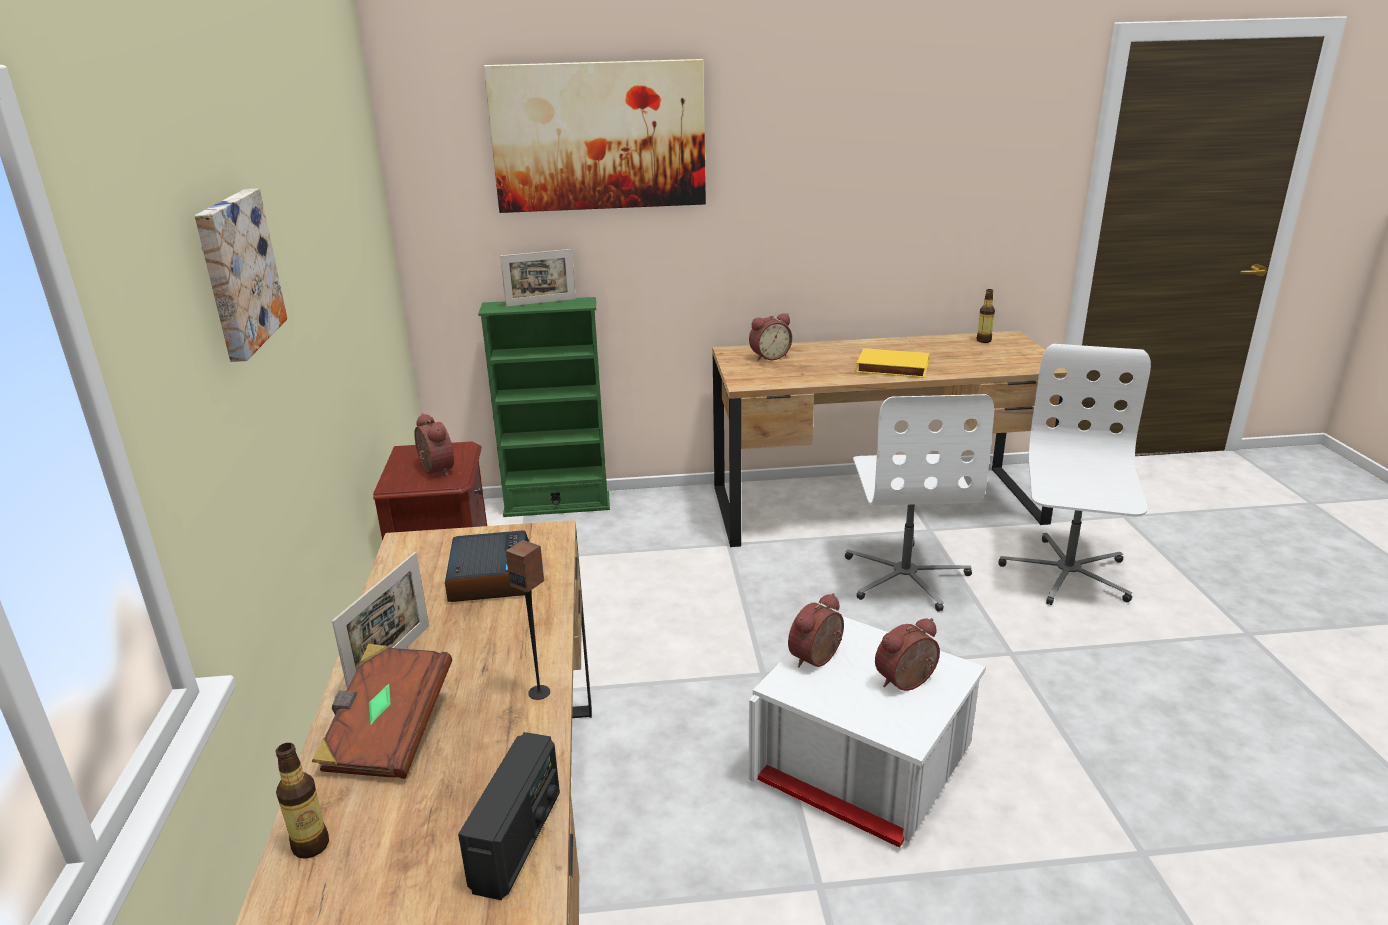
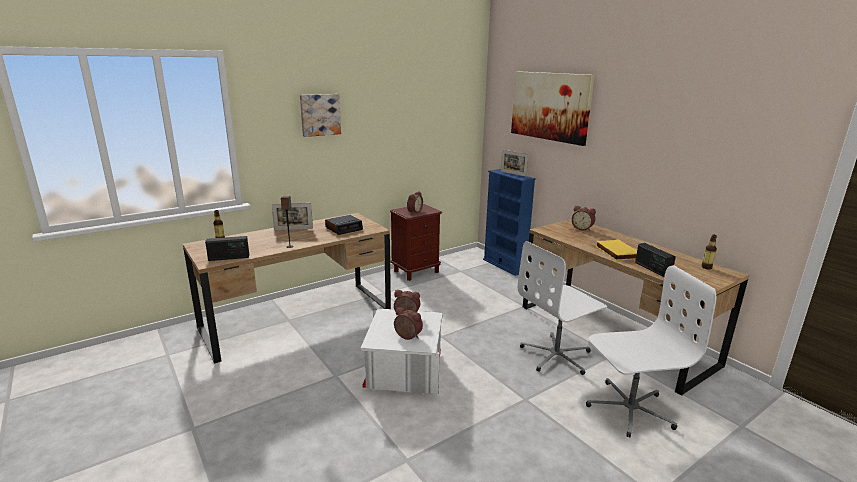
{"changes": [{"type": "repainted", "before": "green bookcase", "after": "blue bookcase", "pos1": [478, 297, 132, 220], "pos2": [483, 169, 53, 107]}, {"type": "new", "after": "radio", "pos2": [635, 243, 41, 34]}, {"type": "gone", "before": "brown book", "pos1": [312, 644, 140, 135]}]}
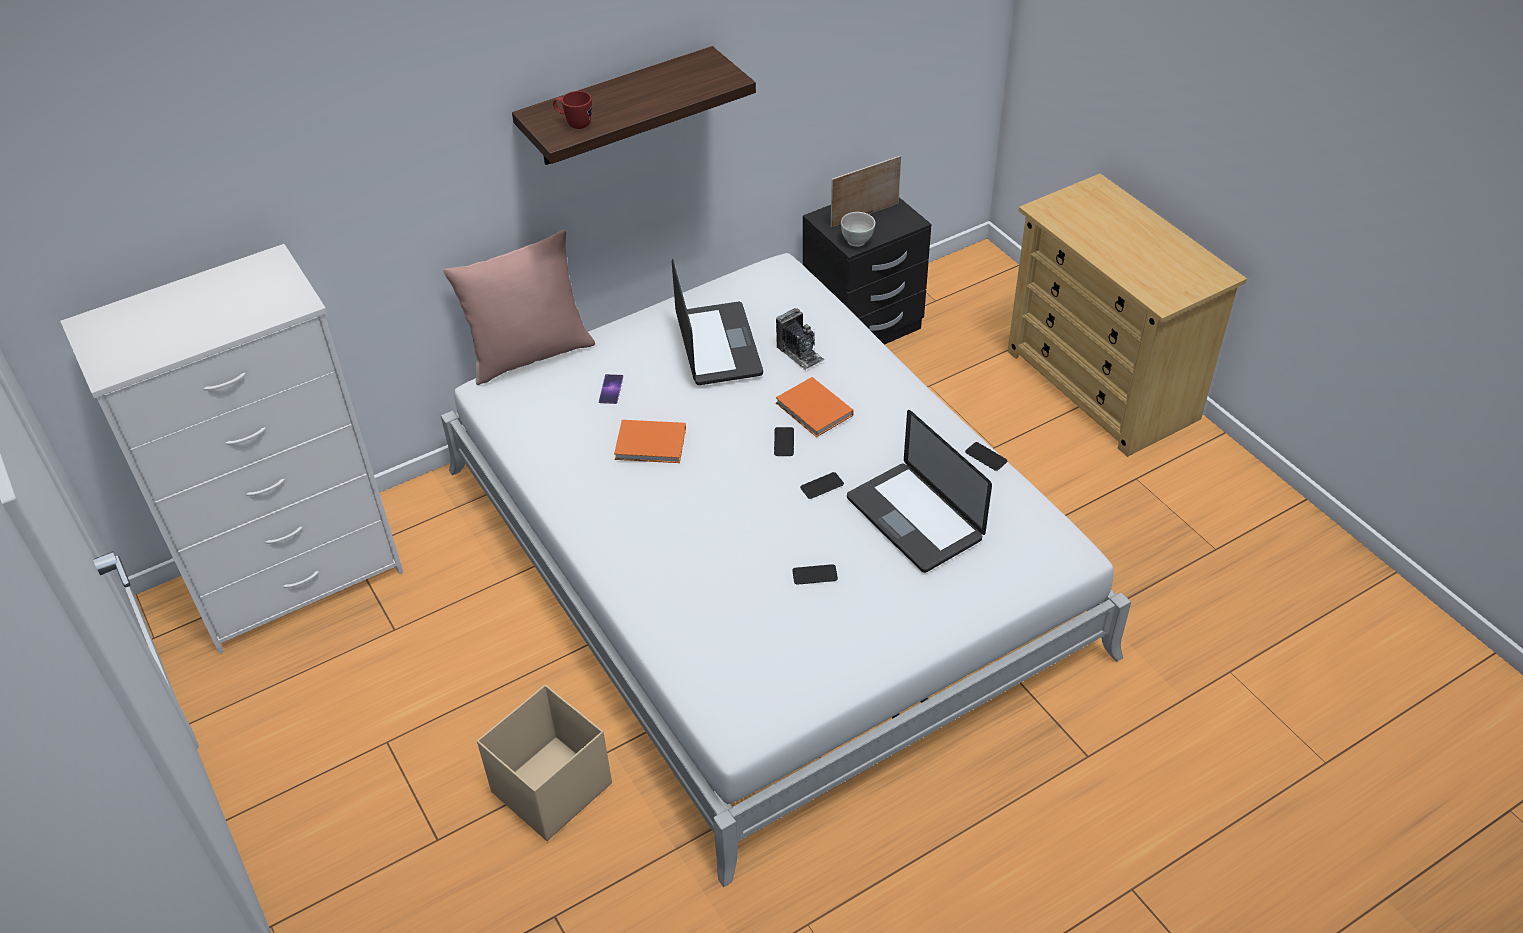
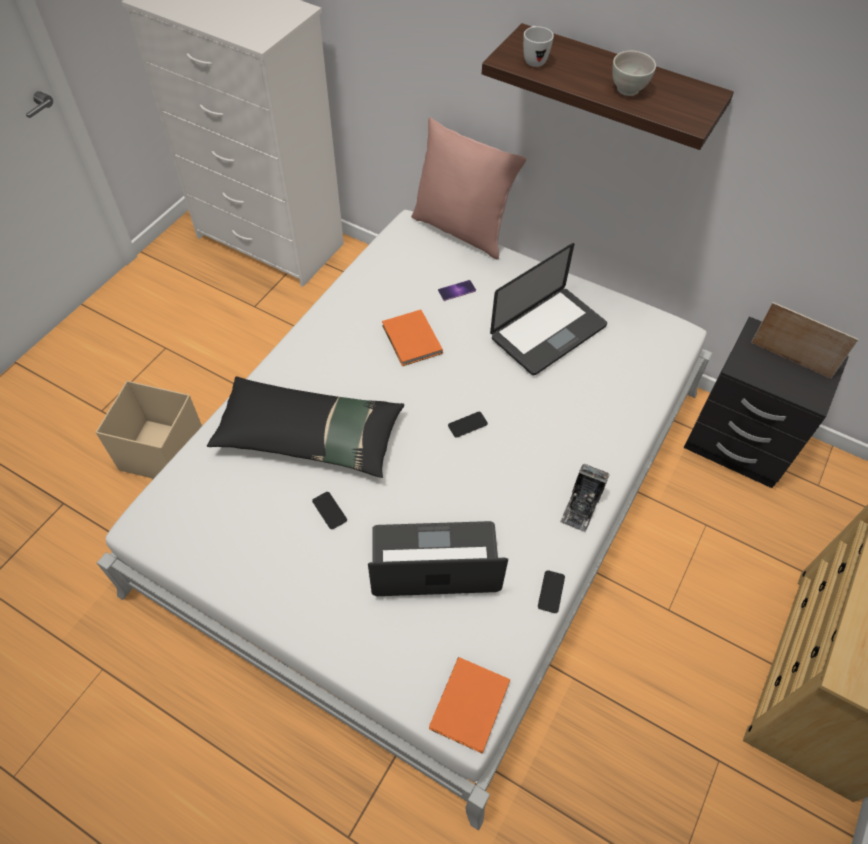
{"changes": [{"type": "new", "after": "black pillow", "pos2": [207, 376, 197, 102]}, {"type": "rotated", "before": "laptop", "pos1": [847, 410, 145, 163], "pos2": [368, 521, 140, 75], "turn": 60}, {"type": "shifted", "before": "orange book", "pos1": [776, 377, 78, 60], "pos2": [429, 657, 81, 96]}, {"type": "repainted", "before": "red mug", "after": "white mug", "pos1": [553, 91, 39, 38], "pos2": [523, 26, 31, 41]}, {"type": "shifted", "before": "photo camera", "pos1": [776, 308, 48, 62], "pos2": [560, 464, 49, 68]}, {"type": "shifted", "before": "white bowl", "pos1": [841, 212, 34, 35], "pos2": [612, 51, 44, 45]}, {"type": "gone", "before": "phone", "pos1": [800, 472, 44, 27]}]}
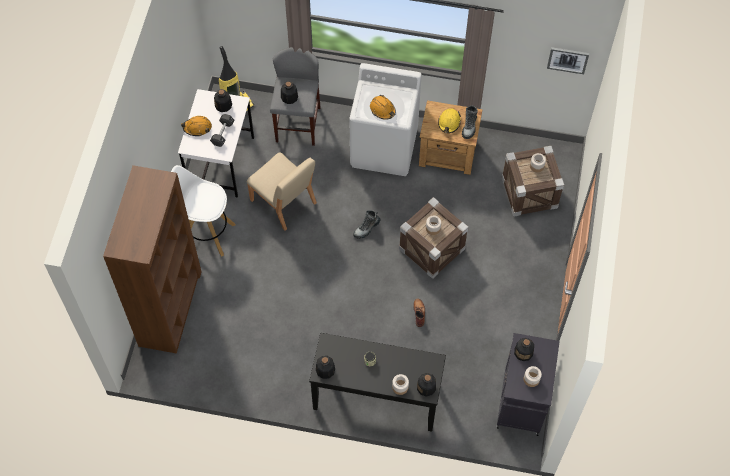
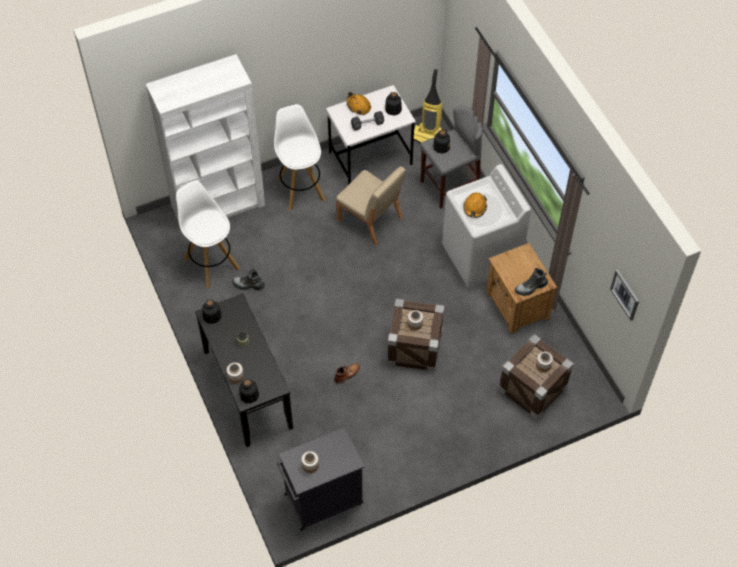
{"changes": [{"type": "repainted", "before": "brown bookcase", "after": "white bookcase", "pos1": [103, 165, 99, 189], "pos2": [146, 54, 119, 165]}, {"type": "new", "after": "white stool", "pos2": [176, 181, 63, 107]}, {"type": "shifted", "before": "boot", "pos1": [353, 210, 27, 29], "pos2": [232, 269, 33, 21]}, {"type": "rotated", "before": "beige chair", "pos1": [247, 153, 70, 78], "pos2": [336, 166, 70, 80], "turn": -60}, {"type": "gone", "before": "yellow hard hat", "pos1": [438, 108, 23, 25]}, {"type": "gone", "before": "bottle", "pos1": [514, 338, 20, 23]}]}
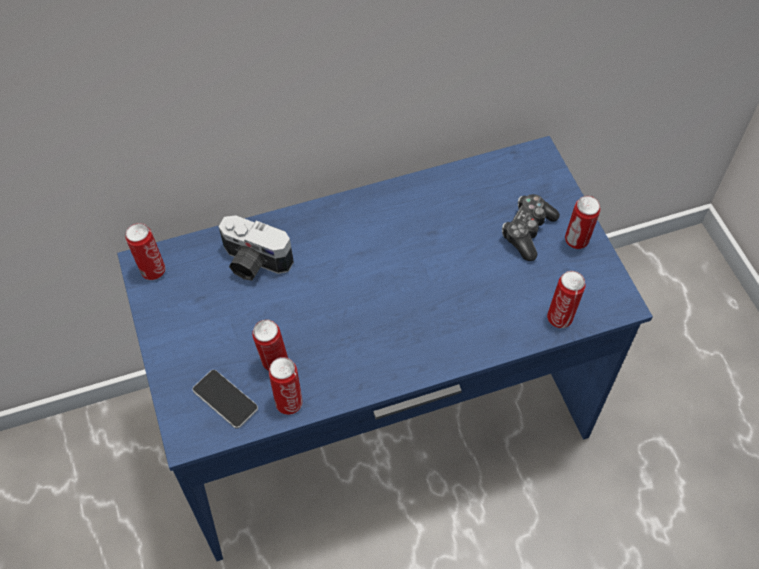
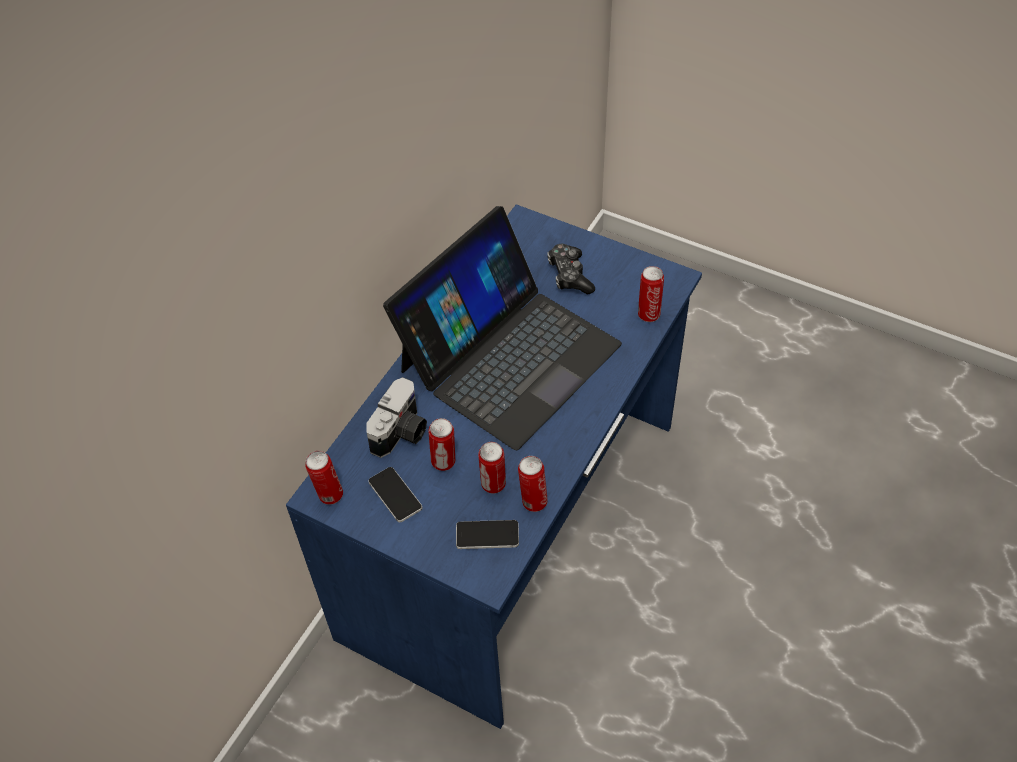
{"changes": [{"type": "rotated", "before": "photo camera", "pos1": [218, 215, 76, 66], "pos2": [366, 377, 61, 81], "turn": -45}, {"type": "new", "after": "phone", "pos2": [369, 467, 53, 55]}, {"type": "new", "after": "laptop", "pos2": [383, 206, 239, 245]}, {"type": "shifted", "before": "can", "pos1": [565, 196, 35, 53], "pos2": [429, 418, 26, 53]}]}
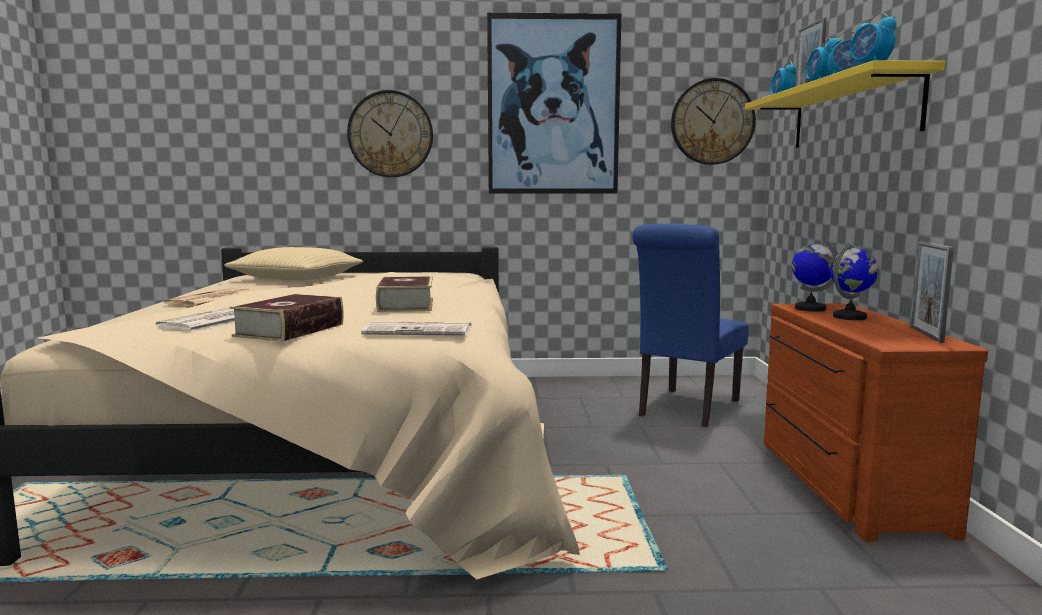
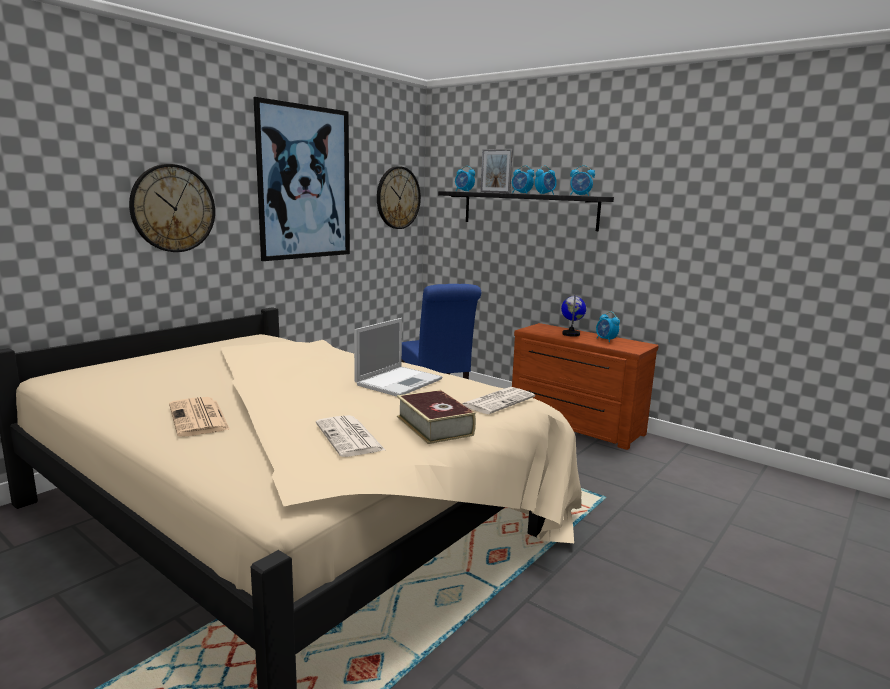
{"changes": [{"type": "swapped", "before": "book", "after": "laptop", "pos1": [376, 276, 57, 36], "pos2": [354, 318, 88, 78]}, {"type": "repainted", "before": "yellow shelf", "after": "black shelf", "pos1": [745, 60, 200, 88], "pos2": [438, 191, 176, 40]}, {"type": "new", "after": "alarm clock", "pos2": [596, 312, 24, 30]}, {"type": "gone", "before": "beige pillow", "pos1": [224, 247, 139, 33]}, {"type": "gone", "before": "globe", "pos1": [792, 239, 47, 73]}, {"type": "gone", "before": "picture frame", "pos1": [911, 241, 43, 102]}]}
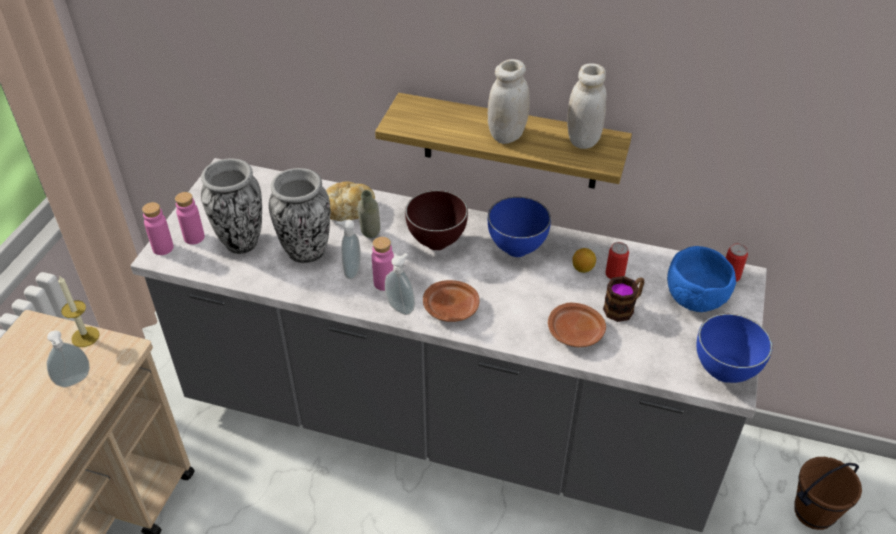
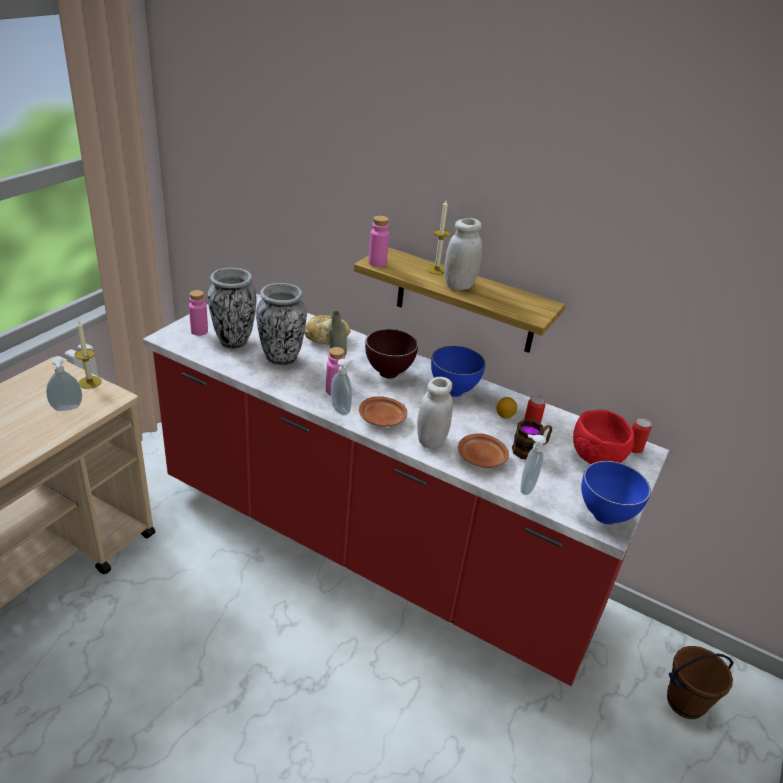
{"changes": [{"type": "repainted", "before": "grey counter", "after": "red counter", "pos1": [130, 158, 637, 374], "pos2": [143, 294, 526, 392]}, {"type": "shifted", "before": "pink bottle", "pos1": [142, 202, 32, 53], "pos2": [369, 216, 20, 51]}, {"type": "shifted", "before": "white jar", "pos1": [567, 63, 40, 86], "pos2": [417, 377, 36, 71]}, {"type": "new", "after": "candle", "pos2": [427, 201, 23, 74]}, {"type": "shifted", "before": "soap dispenser", "pos1": [336, 220, 25, 59], "pos2": [521, 434, 25, 61]}, {"type": "repainted", "before": "blue bowl", "after": "red bowl", "pos1": [667, 246, 69, 66], "pos2": [573, 410, 61, 54]}]}
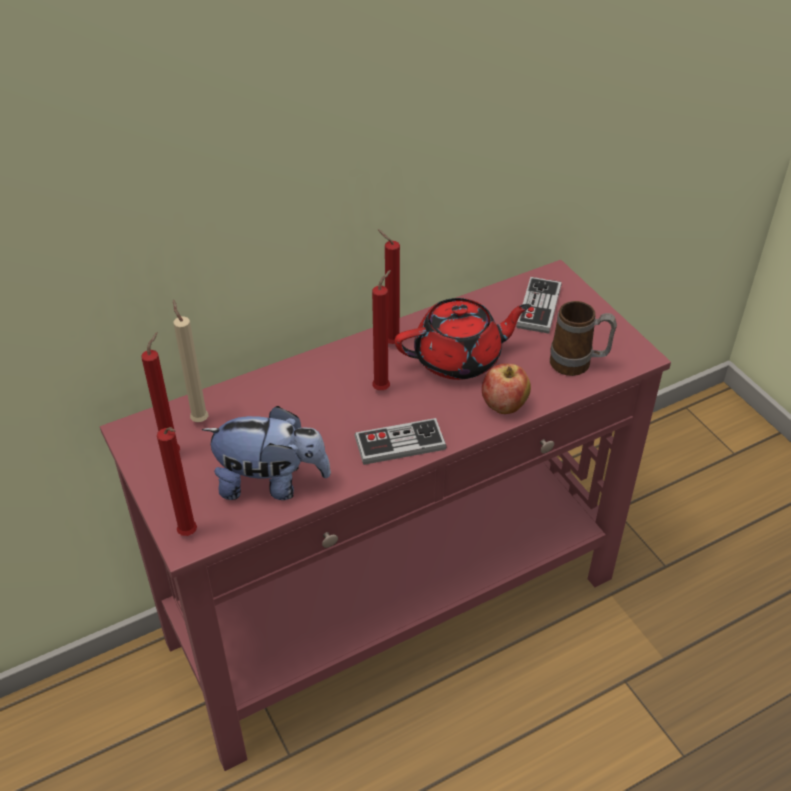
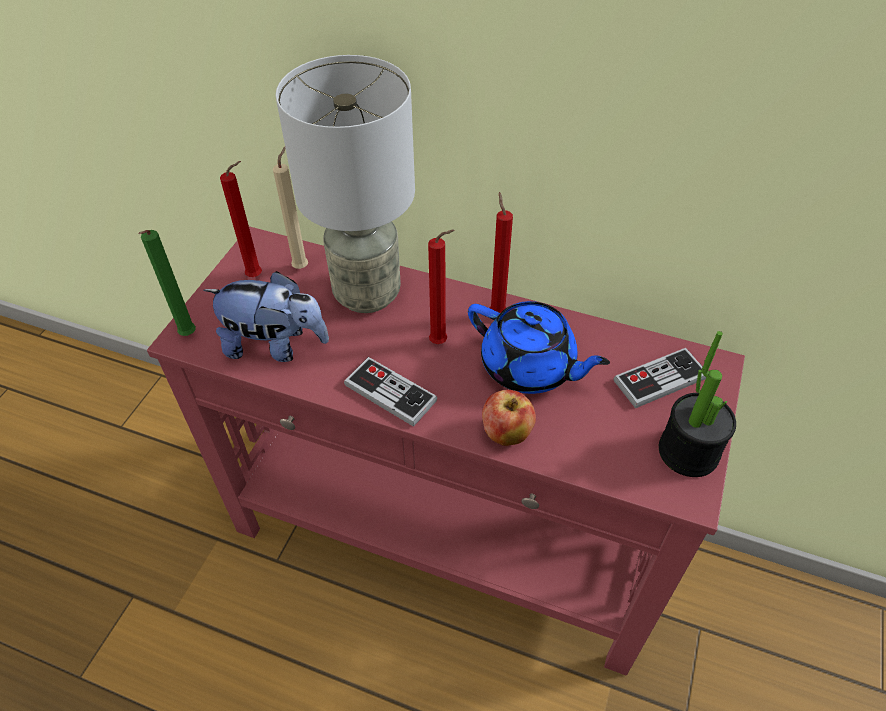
{"changes": [{"type": "repainted", "before": "red candle", "after": "green candle", "pos1": [157, 427, 40, 109], "pos2": [138, 230, 58, 106]}, {"type": "rotated", "before": "plush toy", "pos1": [202, 406, 129, 94], "pos2": [203, 271, 126, 91], "turn": -45}, {"type": "new", "after": "grey table lamp", "pos2": [275, 55, 140, 258]}, {"type": "repainted", "before": "red teapot", "after": "blue teapot", "pos1": [395, 298, 136, 82], "pos2": [468, 301, 142, 93]}, {"type": "new", "after": "potted plant", "pos2": [659, 331, 77, 146]}, {"type": "gone", "before": "mug", "pos1": [550, 301, 67, 75]}]}
